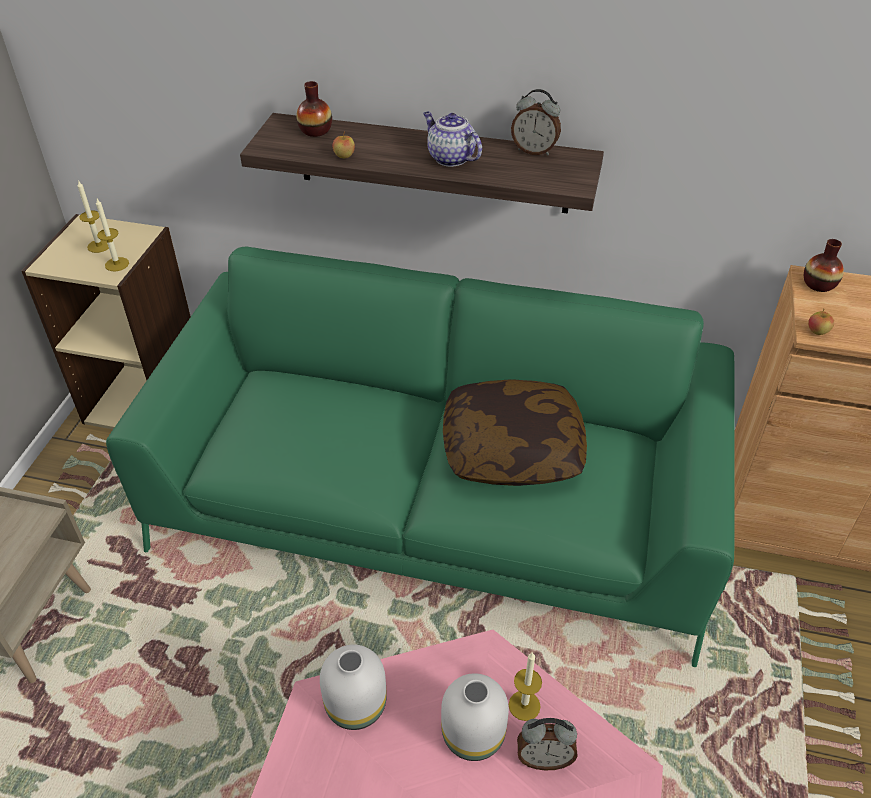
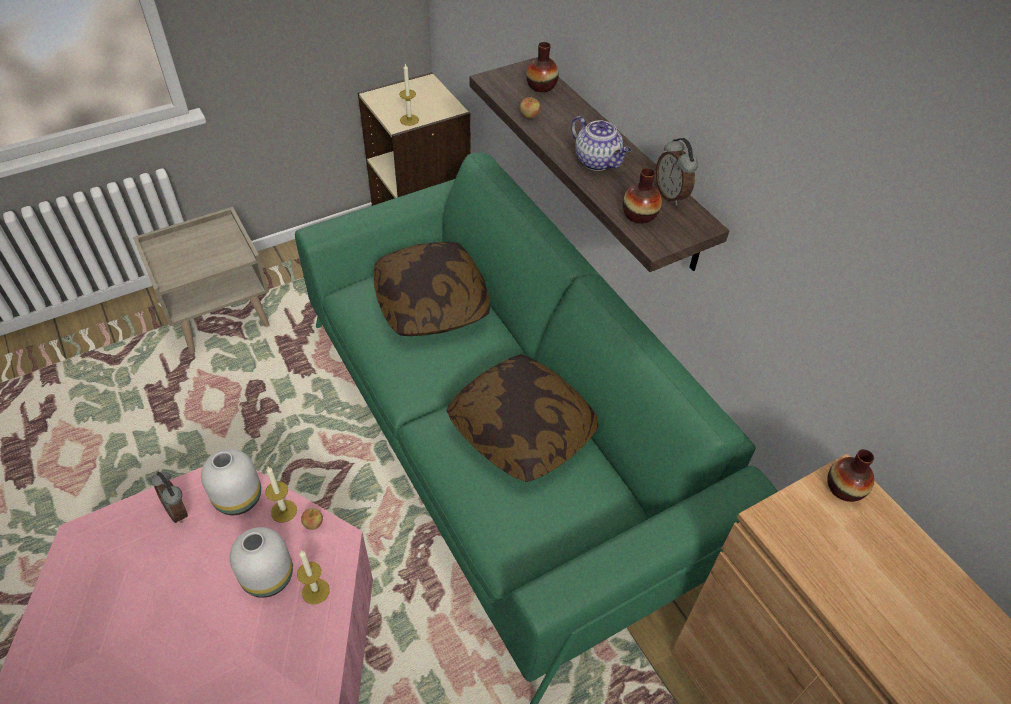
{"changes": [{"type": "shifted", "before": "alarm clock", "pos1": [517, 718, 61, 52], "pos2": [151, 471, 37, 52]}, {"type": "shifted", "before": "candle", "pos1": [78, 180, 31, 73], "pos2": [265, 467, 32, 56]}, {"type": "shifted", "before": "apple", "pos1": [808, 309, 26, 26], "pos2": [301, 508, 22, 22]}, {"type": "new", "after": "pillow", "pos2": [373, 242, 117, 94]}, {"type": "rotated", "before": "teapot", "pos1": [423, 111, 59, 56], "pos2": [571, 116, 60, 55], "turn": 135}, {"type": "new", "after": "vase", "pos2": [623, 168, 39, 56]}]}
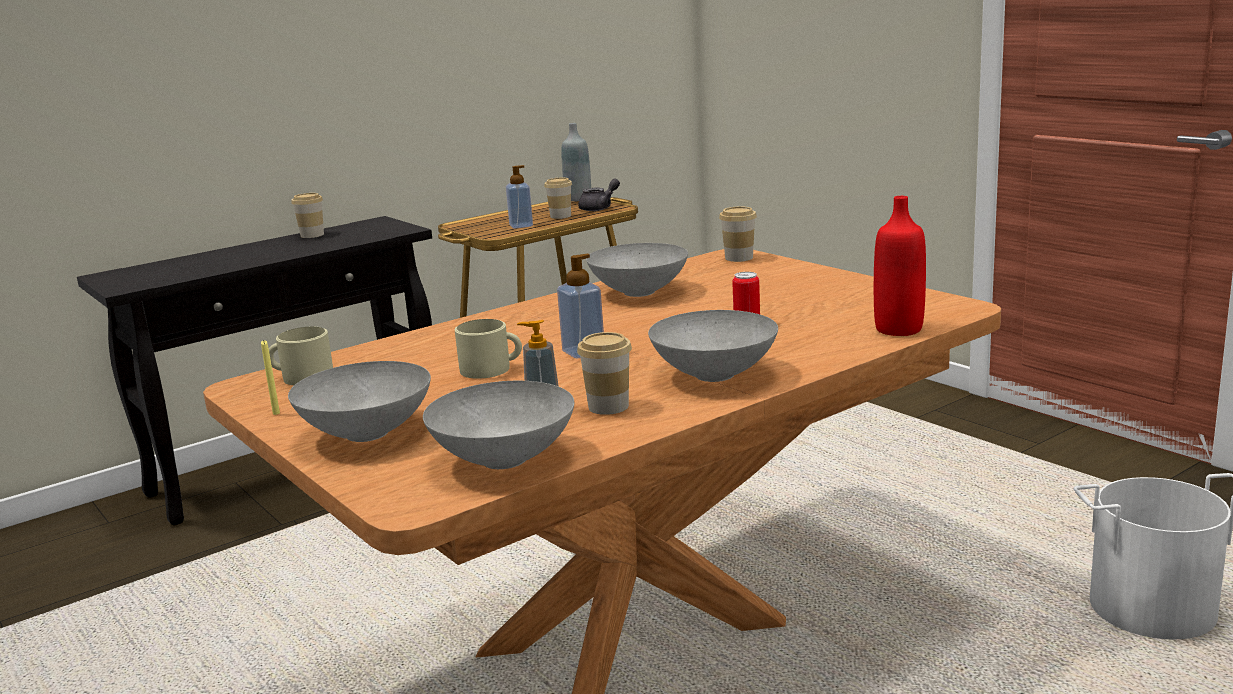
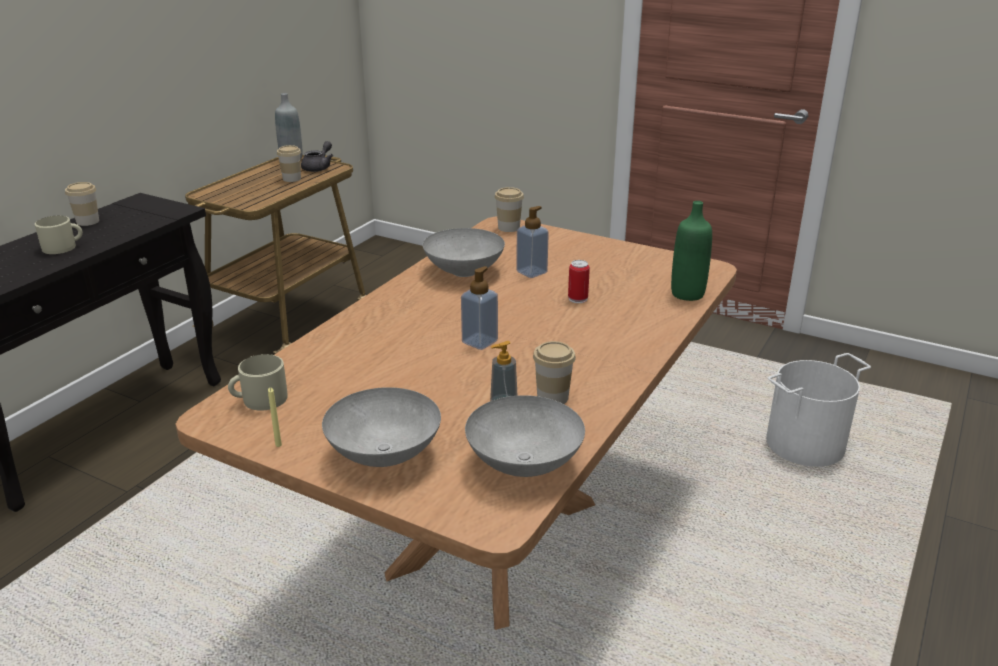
{"changes": [{"type": "shifted", "before": "beige mug", "pos1": [455, 319, 67, 60], "pos2": [35, 216, 48, 38]}, {"type": "shifted", "before": "soap dispenser", "pos1": [506, 165, 27, 64], "pos2": [516, 206, 33, 72]}, {"type": "repainted", "before": "red bottle", "after": "green bottle", "pos1": [874, 196, 52, 140], "pos2": [671, 201, 41, 100]}, {"type": "gone", "before": "grey bowl", "pos1": [648, 310, 130, 72]}]}
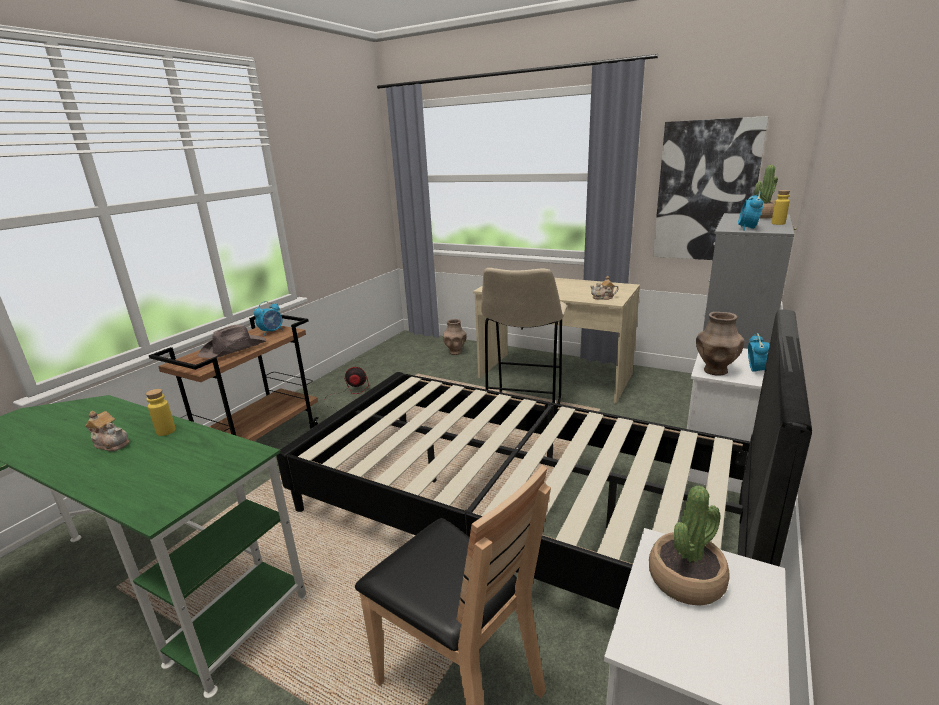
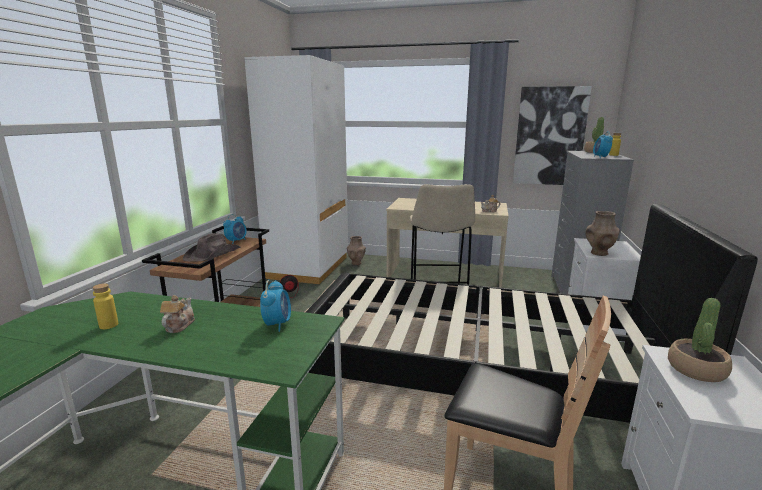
{"changes": [{"type": "shifted", "before": "yellow bottle", "pos1": [146, 389, 30, 47], "pos2": [92, 283, 26, 46]}, {"type": "rotated", "before": "teapot", "pos1": [85, 411, 44, 40], "pos2": [160, 295, 35, 38], "turn": -90}, {"type": "new", "after": "white wardrobe", "pos2": [244, 55, 104, 230]}, {"type": "shifted", "before": "alarm clock", "pos1": [748, 333, 22, 39], "pos2": [260, 280, 31, 52]}]}
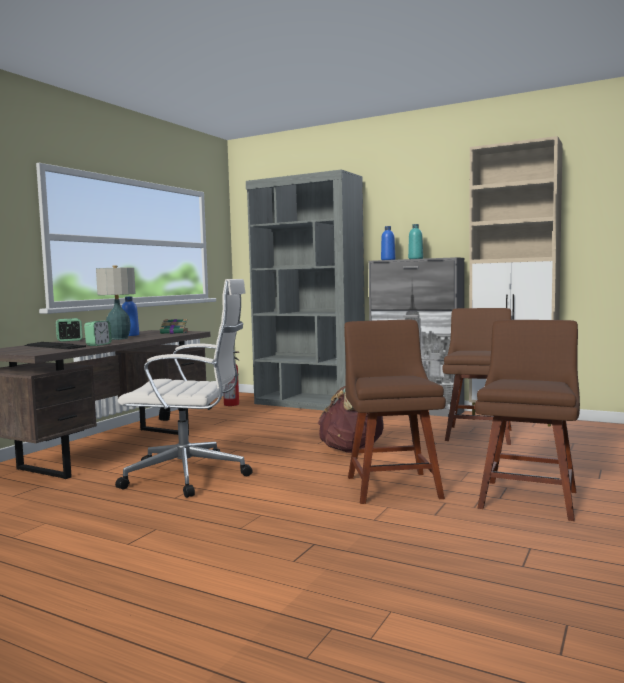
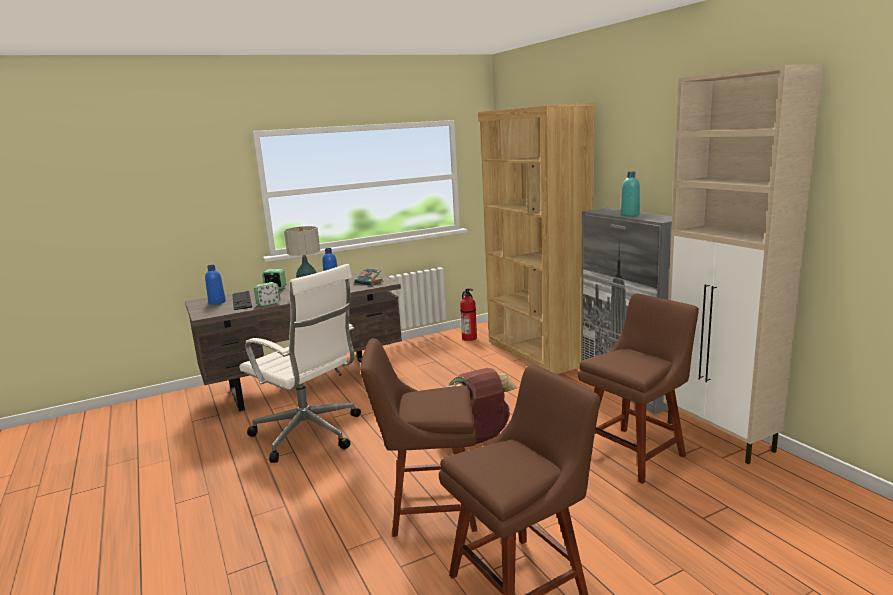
{"changes": [{"type": "shifted", "before": "blue bottle", "pos1": [381, 226, 14, 34], "pos2": [205, 265, 21, 40]}, {"type": "rotated", "before": "brown chair", "pos1": [344, 320, 102, 184], "pos2": [360, 338, 117, 199], "turn": -120}, {"type": "repainted", "before": "grey bookcase", "after": "brown bookcase", "pos1": [246, 169, 119, 242], "pos2": [478, 103, 117, 271]}]}
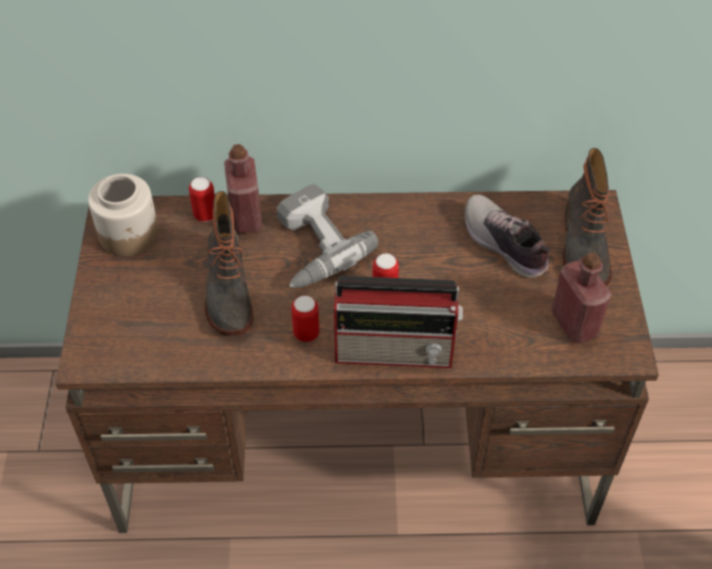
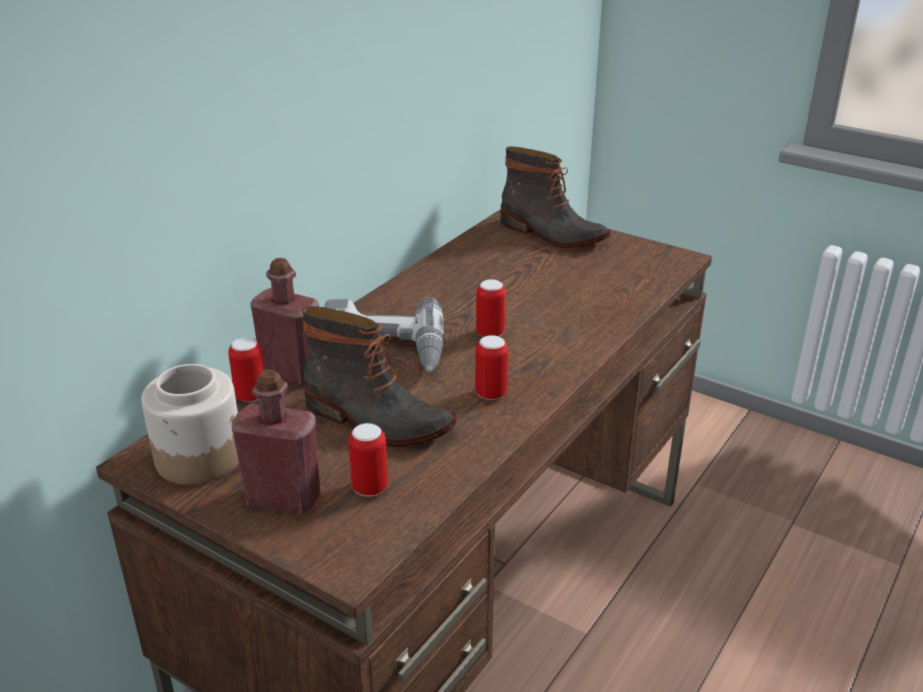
{"changes": [{"type": "shifted", "before": "red bottle", "pos1": [551, 252, 60, 91], "pos2": [232, 369, 89, 145]}, {"type": "new", "after": "can", "pos2": [348, 423, 40, 74]}, {"type": "gone", "before": "radio", "pos1": [334, 276, 129, 92]}, {"type": "gone", "before": "shoe", "pos1": [465, 194, 86, 84]}]}
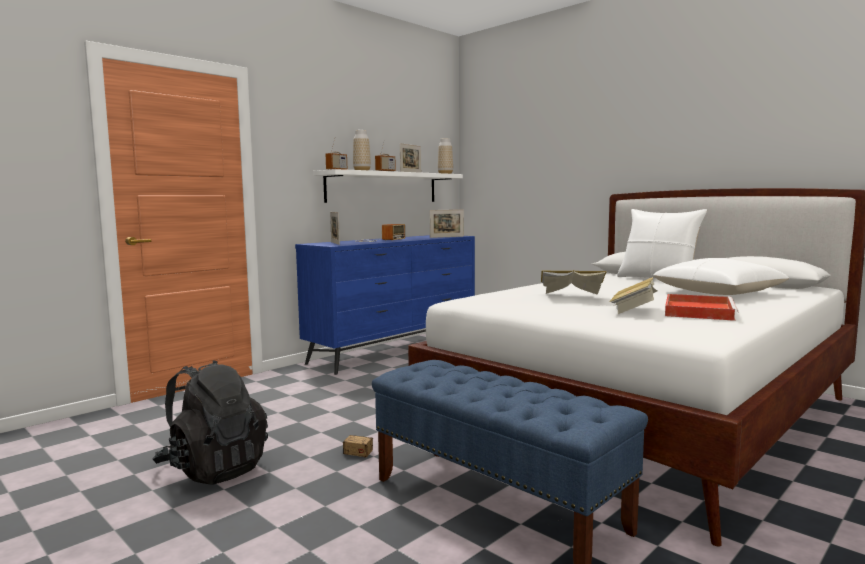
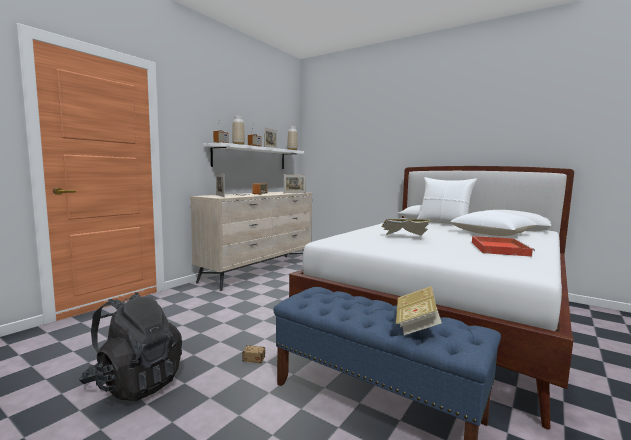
{"changes": [{"type": "repainted", "before": "blue dresser", "after": "beige dresser", "pos1": [295, 235, 180, 140], "pos2": [190, 191, 122, 100]}, {"type": "shifted", "before": "book", "pos1": [609, 277, 48, 37], "pos2": [396, 286, 46, 49]}]}
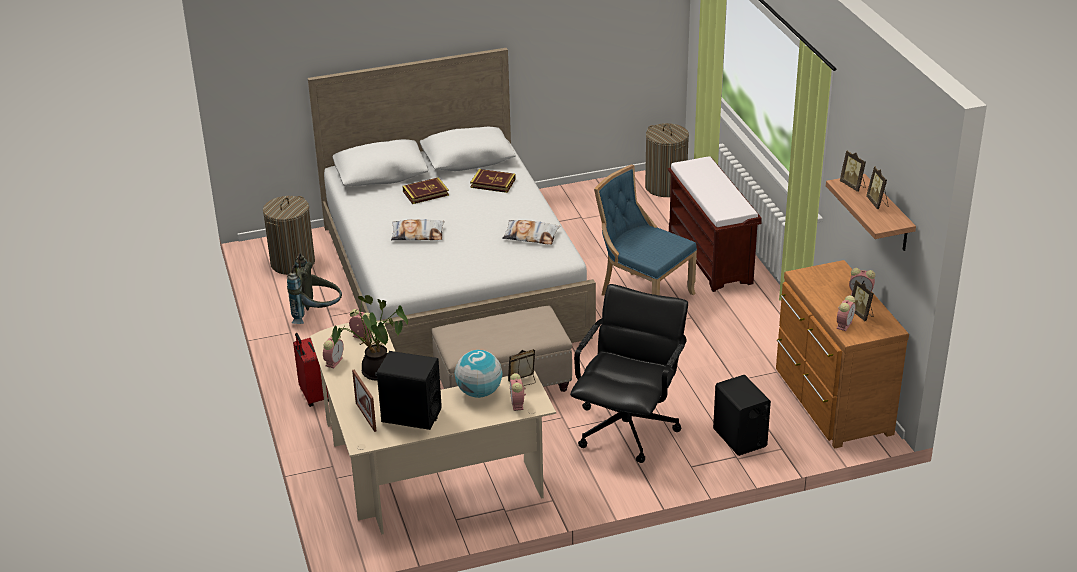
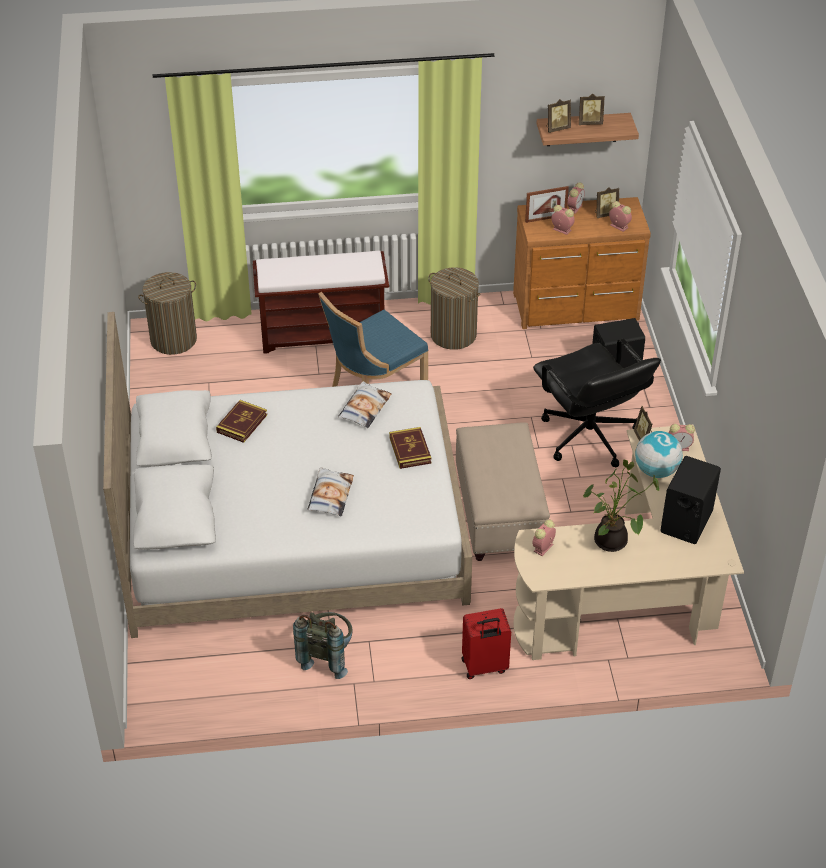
{"changes": [{"type": "shifted", "before": "book", "pos1": [402, 177, 47, 27], "pos2": [389, 427, 42, 42]}, {"type": "shifted", "before": "laundry basket", "pos1": [263, 196, 52, 79], "pos2": [428, 267, 52, 83]}, {"type": "shifted", "before": "picture frame", "pos1": [352, 370, 24, 62], "pos2": [525, 186, 44, 37]}, {"type": "rotated", "before": "black office chair", "pos1": [570, 284, 118, 179], "pos2": [533, 338, 128, 129], "turn": -150}, {"type": "shifted", "before": "alarm clock", "pos1": [323, 335, 21, 33], "pos2": [552, 205, 23, 30]}]}
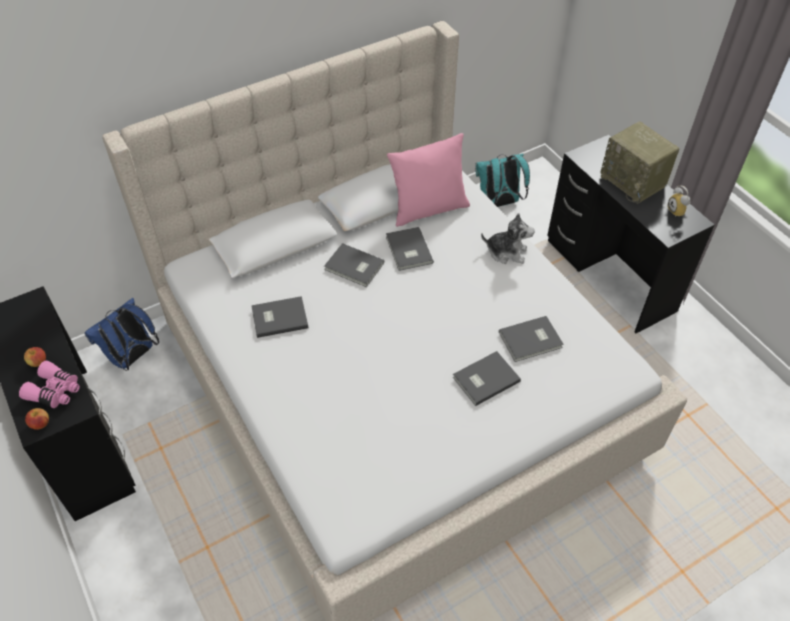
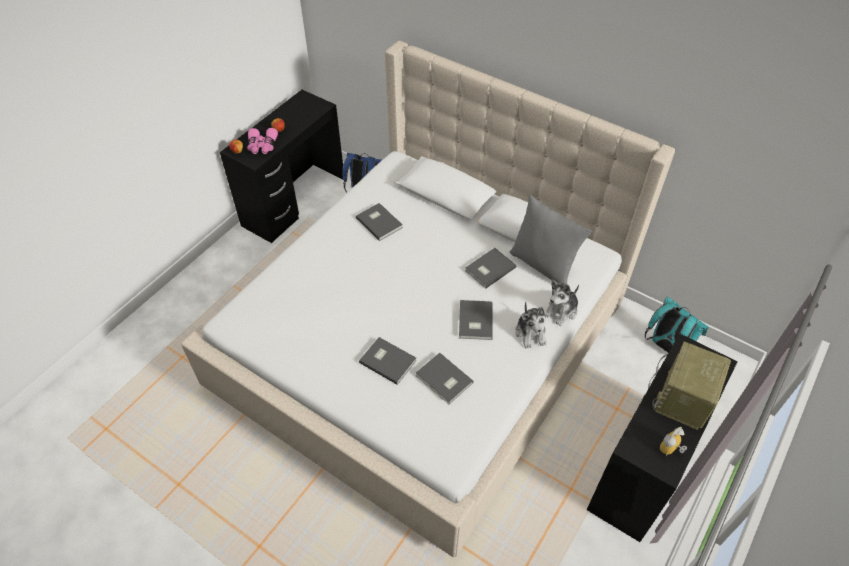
{"changes": [{"type": "shifted", "before": "grey book", "pos1": [324, 243, 60, 44], "pos2": [459, 300, 34, 40]}, {"type": "repainted", "before": "pink pillow", "after": "grey pillow", "pos1": [387, 133, 83, 94], "pos2": [510, 194, 82, 90]}, {"type": "new", "after": "plush toy", "pos2": [544, 280, 35, 46]}]}
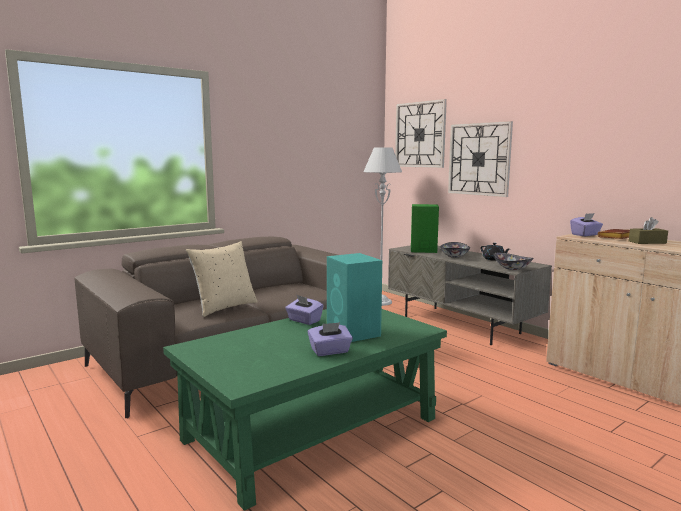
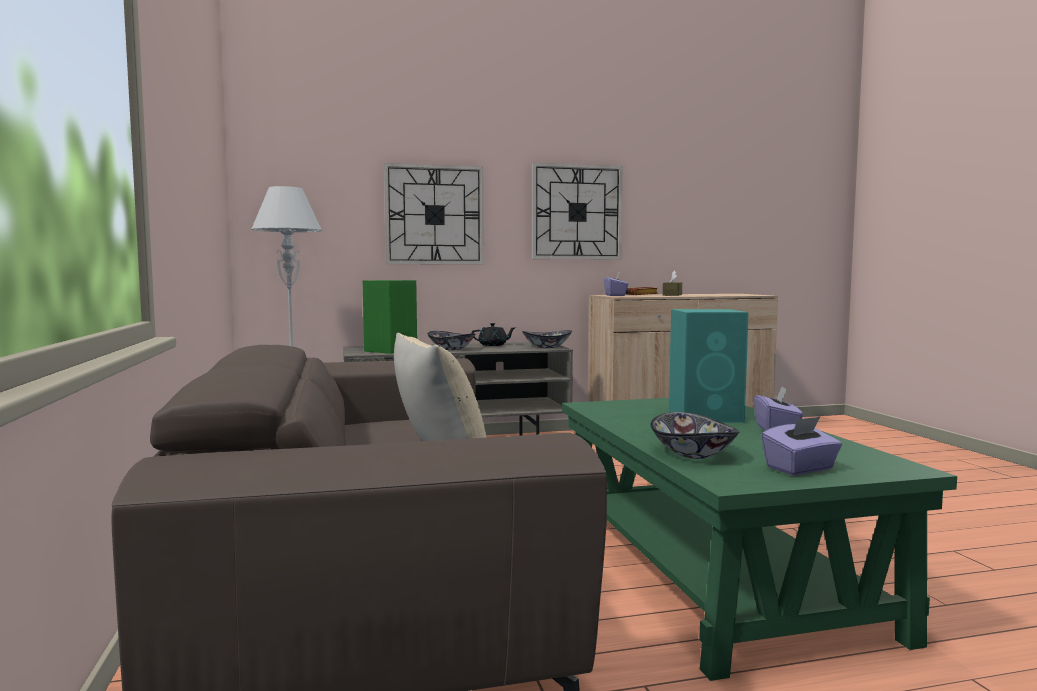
{"changes": [{"type": "shifted", "before": "wall clock", "pos1": [395, 99, 52, 69], "pos2": [532, 163, 91, 96]}, {"type": "new", "after": "bowl", "pos2": [651, 412, 88, 47]}, {"type": "shifted", "before": "purple tissue box", "pos1": [285, 295, 38, 30], "pos2": [761, 417, 81, 58]}]}
